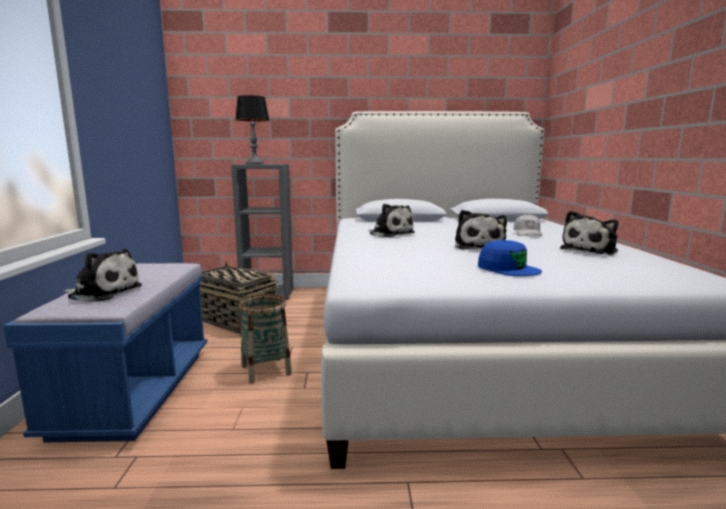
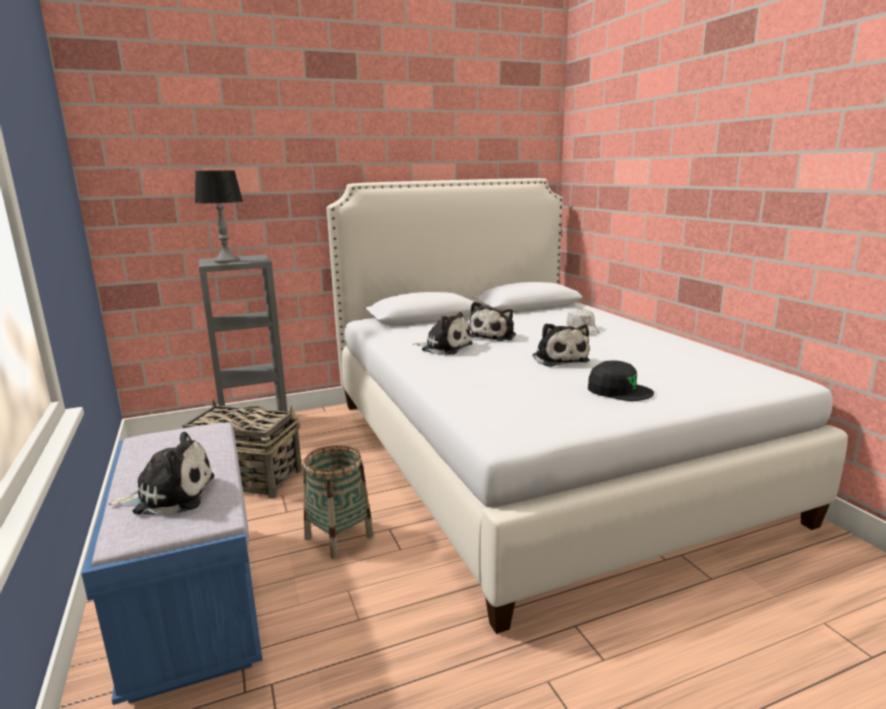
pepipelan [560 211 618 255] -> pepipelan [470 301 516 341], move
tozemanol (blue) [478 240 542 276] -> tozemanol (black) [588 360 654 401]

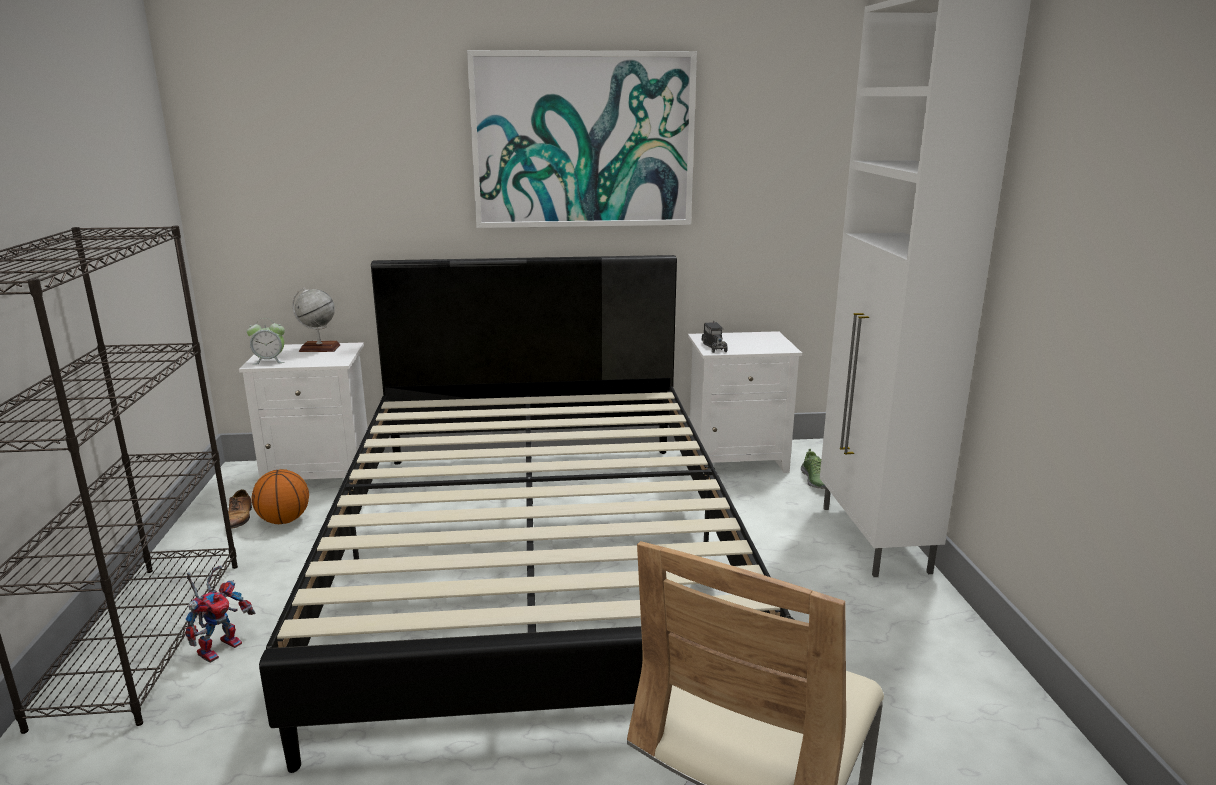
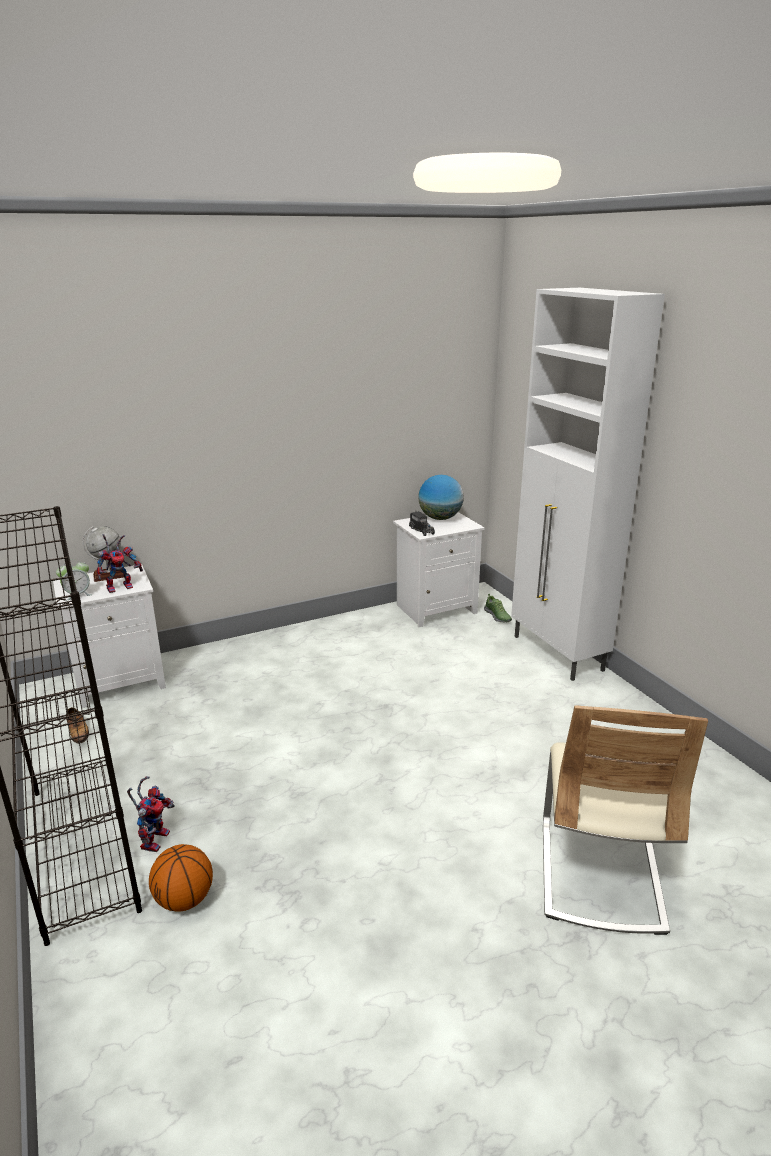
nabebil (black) [259 255 795 773] -> none
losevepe [467 50 697 228] -> none
none -> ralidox [97 534 143 593]
none -> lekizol [418 475 464 520]
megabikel [251 469 309 524] -> megabikel [149 844 213 912], move

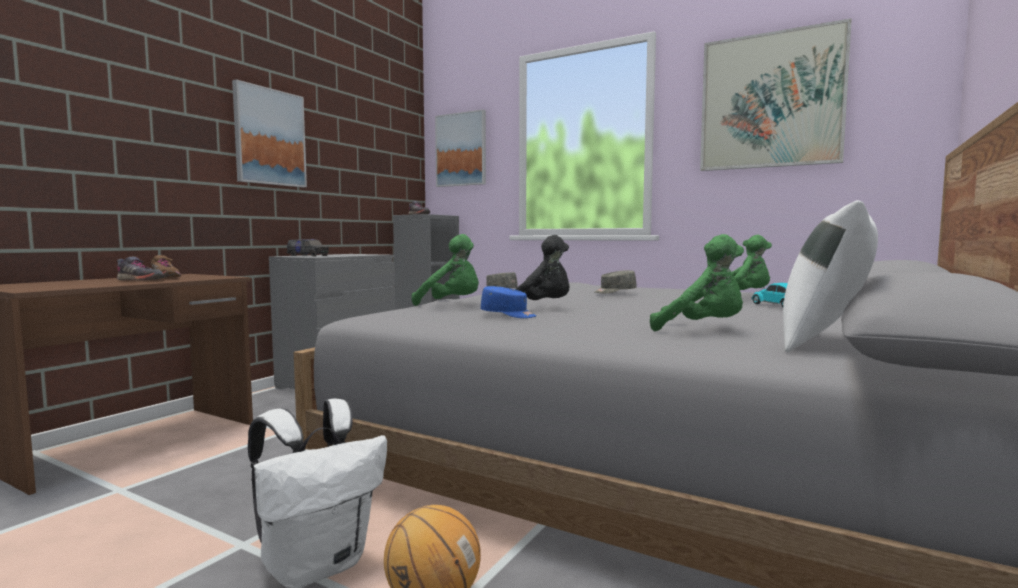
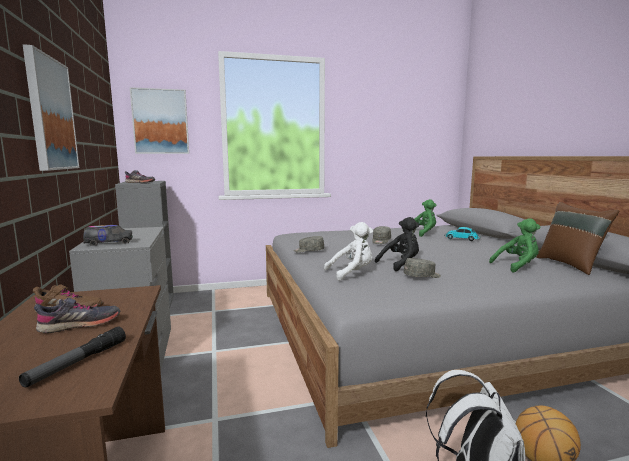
losevepe [700 18 852 171] -> none
none -> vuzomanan [19 327 126 387]
pepipelan (green) [411 234 479 306] -> pepipelan (white) [324 222 373 281]
tozemanol (blue) [481 286 536 318] -> tozemanol (grey) [404 258 441 278]
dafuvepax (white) [783 200 878 353] -> dafuvepax (brown) [536 202 619 275]

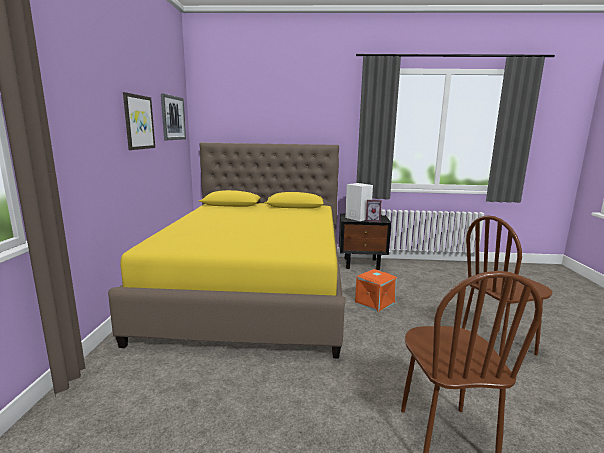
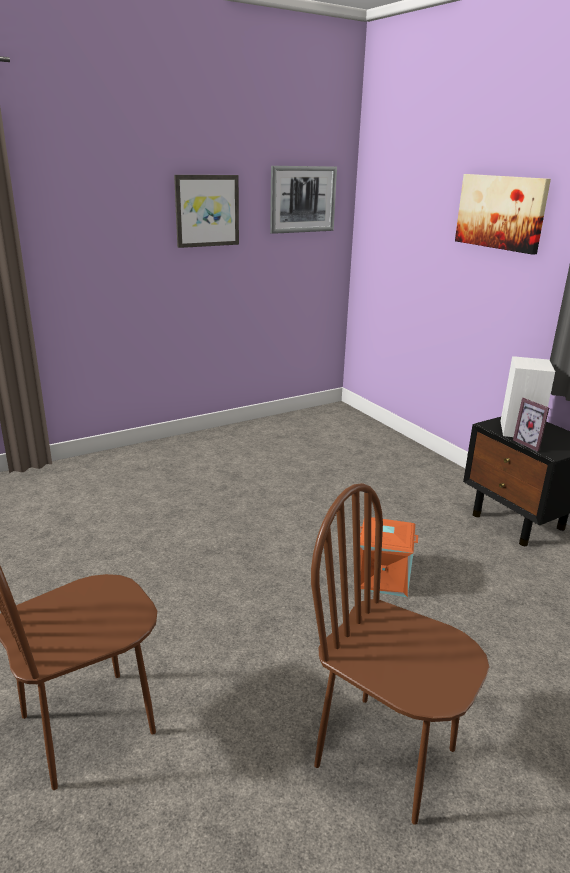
nabebil (yellow) [108 142 346 359] -> none
none -> losevepe [455 174 551 255]

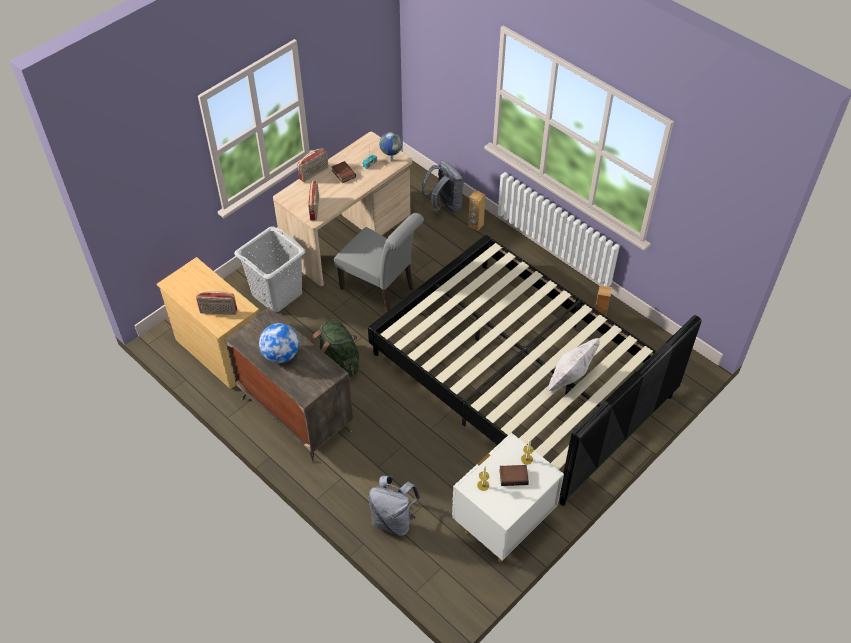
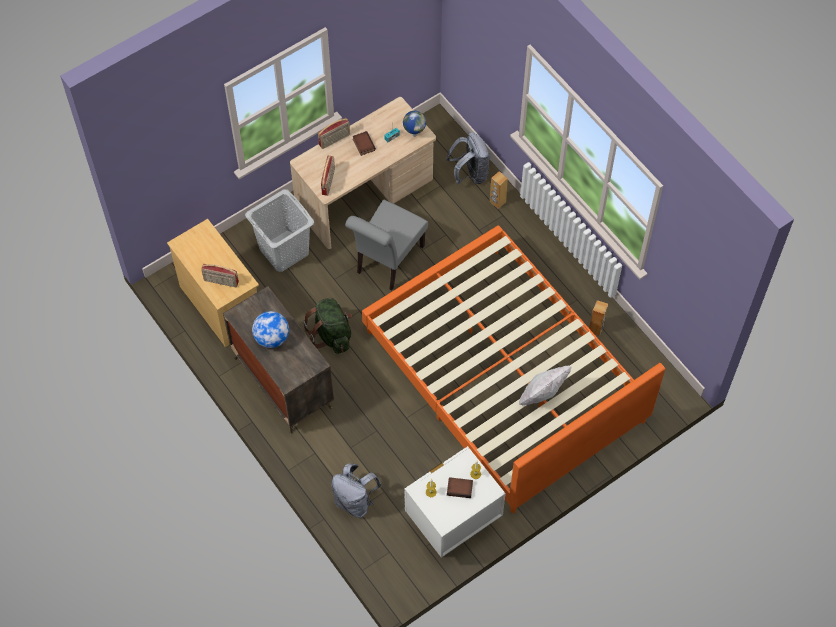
nabebil (black) [368 235 702 506] -> nabebil (orange) [362 225 665 513]
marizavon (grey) [334 213 424 312] -> marizavon (grey) [345 200 428 290], 75 degrees clockwise

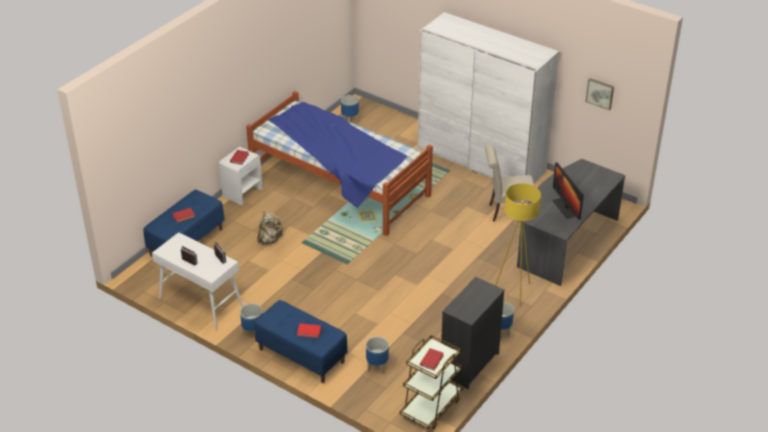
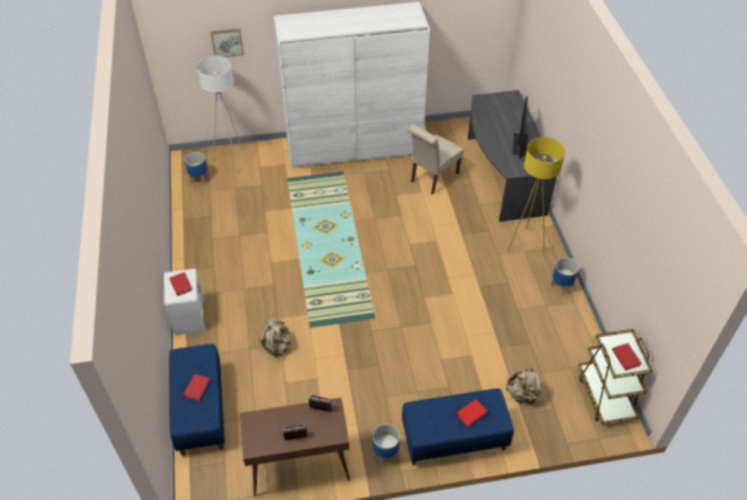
nabebil [246 91 433 236] -> none
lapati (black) [441 277 505 389] -> none
none -> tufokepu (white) [197 56 243 172]
losevepe [586 78 614 110] -> losevepe [211 29 244 57], move
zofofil [366 337 389 374] -> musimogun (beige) [506 367 543 405]
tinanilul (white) [152 232 243 330] -> tinanilul (brown) [240 397 350 496]
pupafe [552 162 584 220] -> pupafe [512 96 528 159], 105 degrees counterclockwise

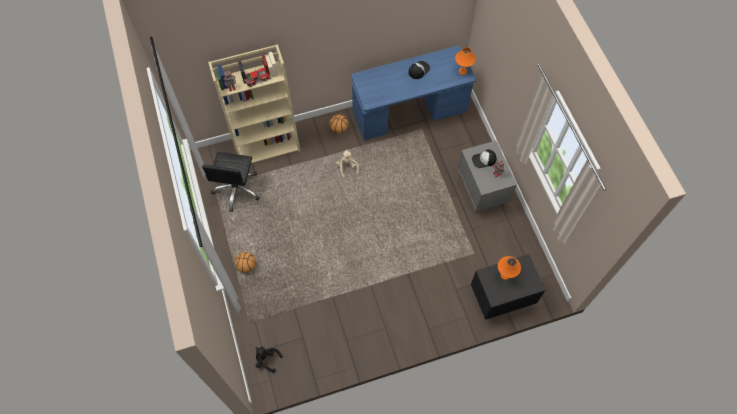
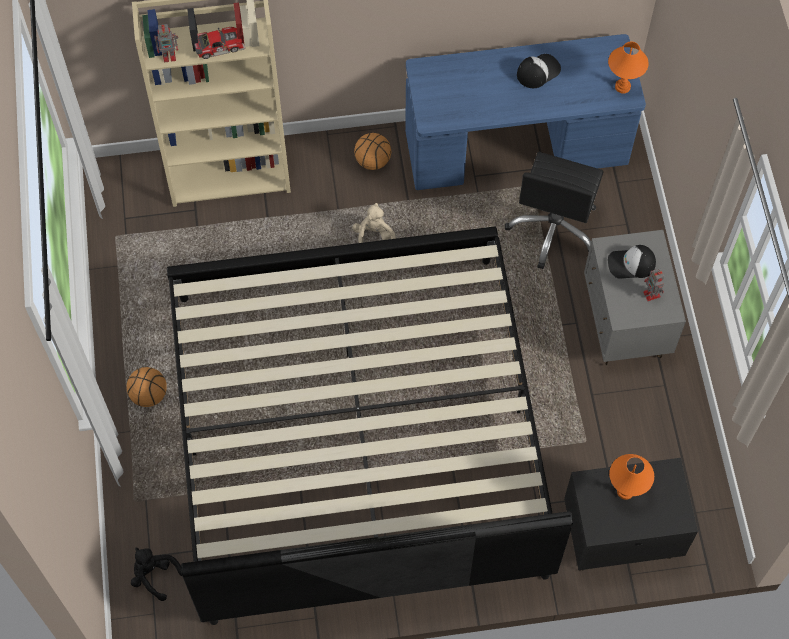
none -> nabebil [167 226 573 625]
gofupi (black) [202 152 260 212] -> gofupi (black) [505 152 604 269], move

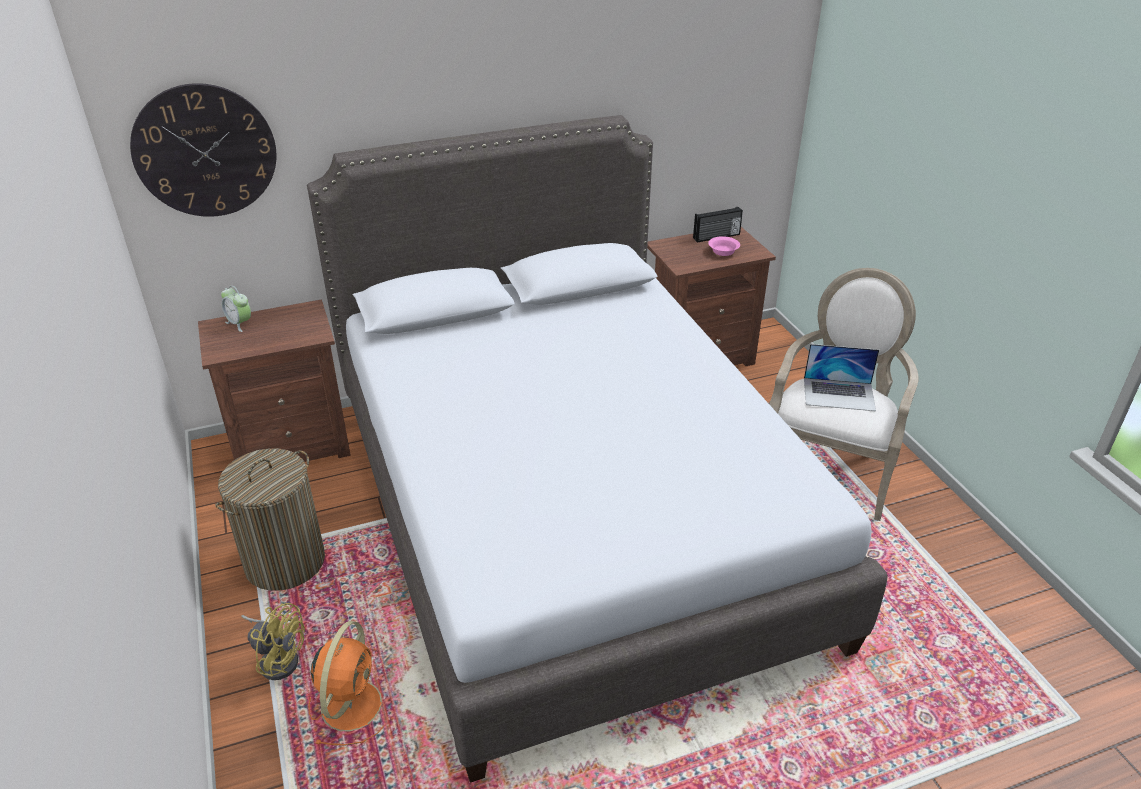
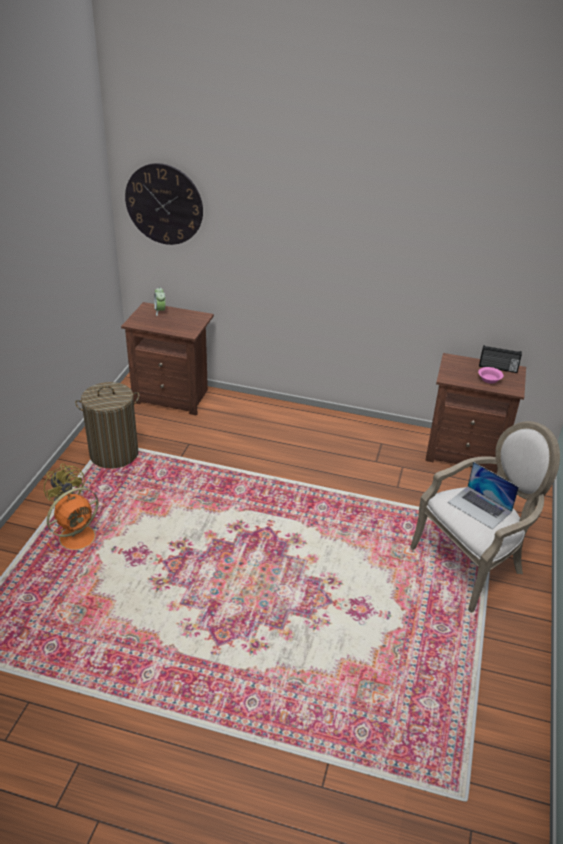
nabebil (grey) [307 115 888 783] -> none

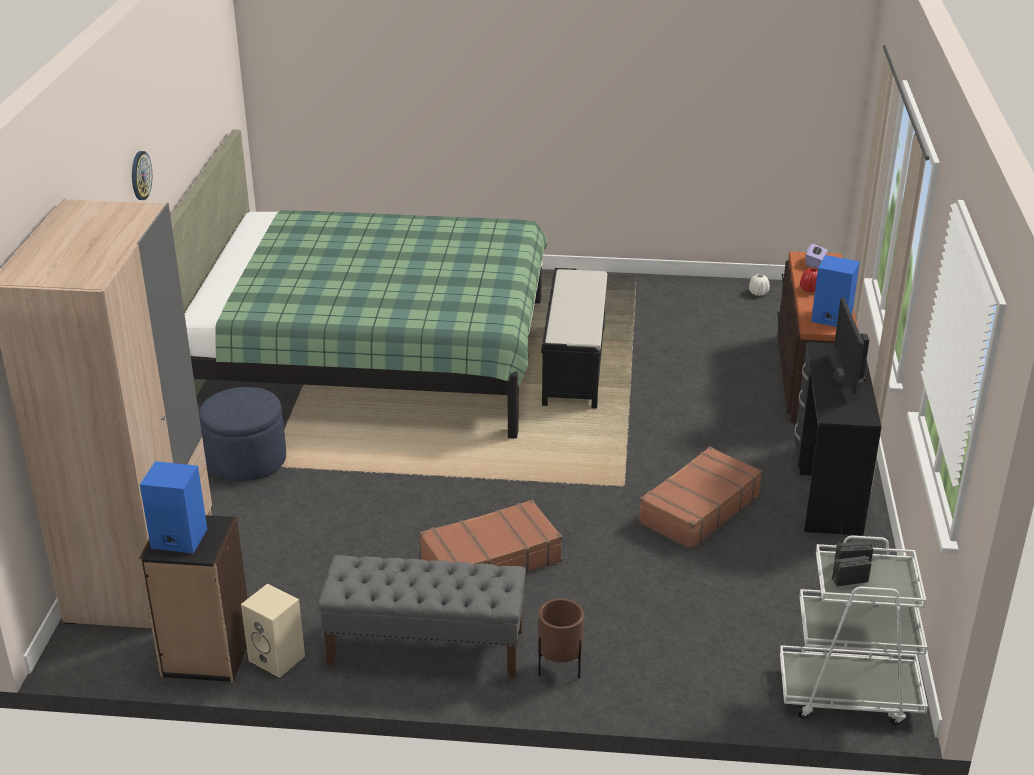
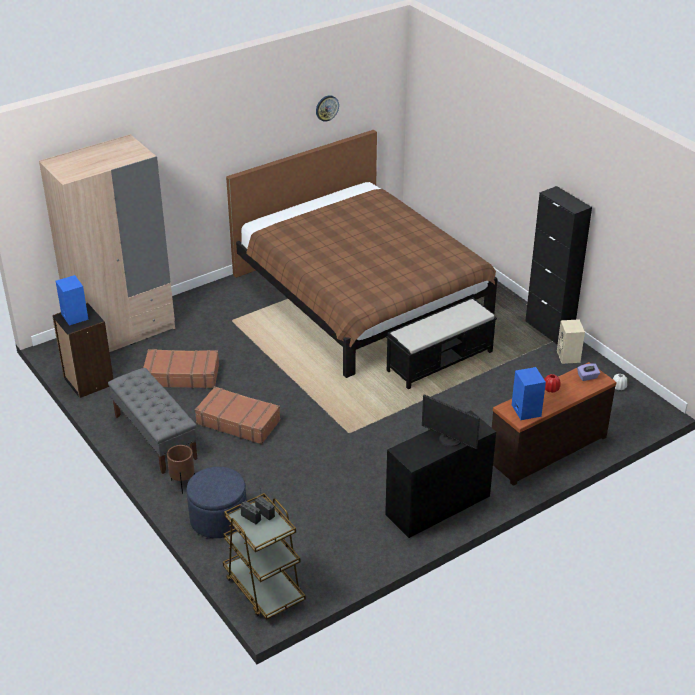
none -> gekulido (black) [525 186 592 345]
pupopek [132 151 152 200] -> pupopek [316 95 339 122], move
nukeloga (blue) [199 387 286 481] -> nukeloga (blue) [186 467 247 538], move
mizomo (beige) [241 584 305 678] -> mizomo (beige) [557 319 585 364], move
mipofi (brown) [639 447 762 550] -> mipofi (brown) [143 349 219 388], move
nabebil (green) [170 129 548 439] -> nabebil (brown) [226 130 498 378]
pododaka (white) [780 536 928 725] -> pododaka (brown) [223 493 306 620]
pupafe [832 297 869 394] -> pupafe [422 395 480 449], 105 degrees counterclockwise

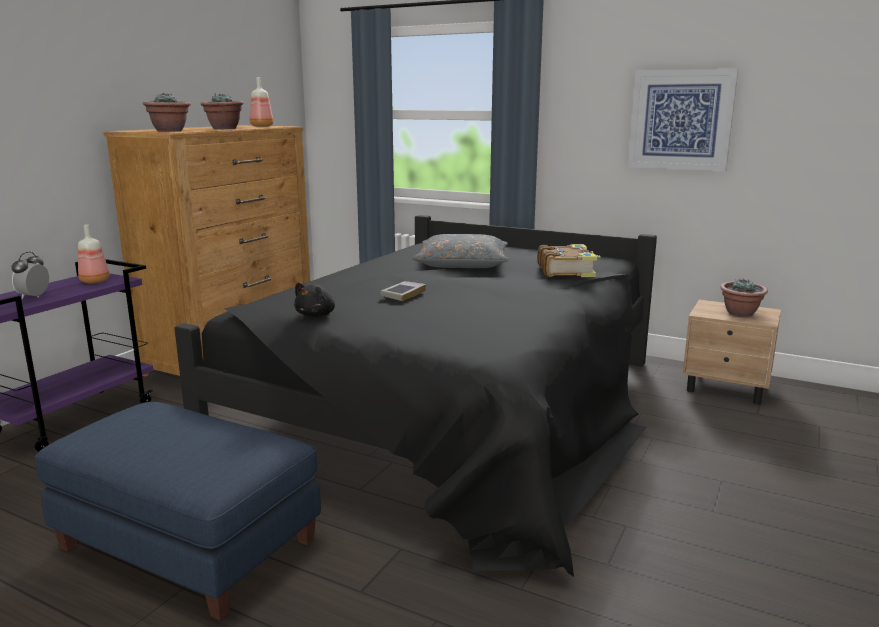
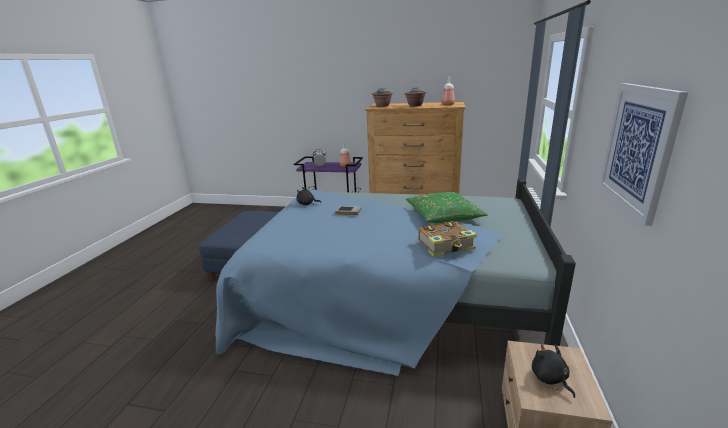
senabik [720 278 768 317] -> pepipelan (black) [532 344 575 398]
nabebil (black) [175 215 657 577] -> nabebil (blue) [215 178 576 376]
dafuvepax (grey) [412 234 509 268] -> dafuvepax (green) [406 192 488 223]

